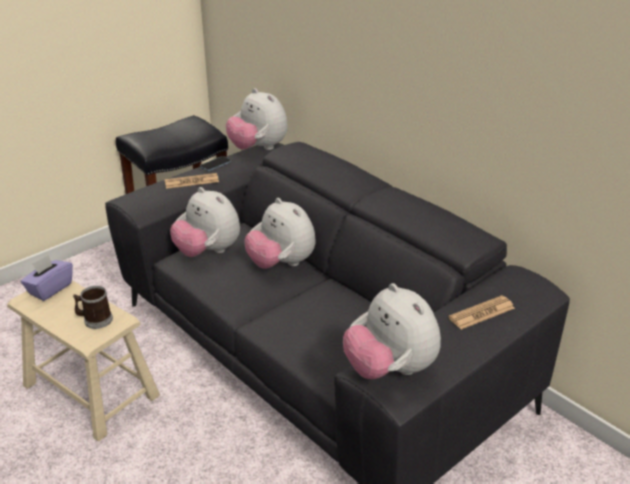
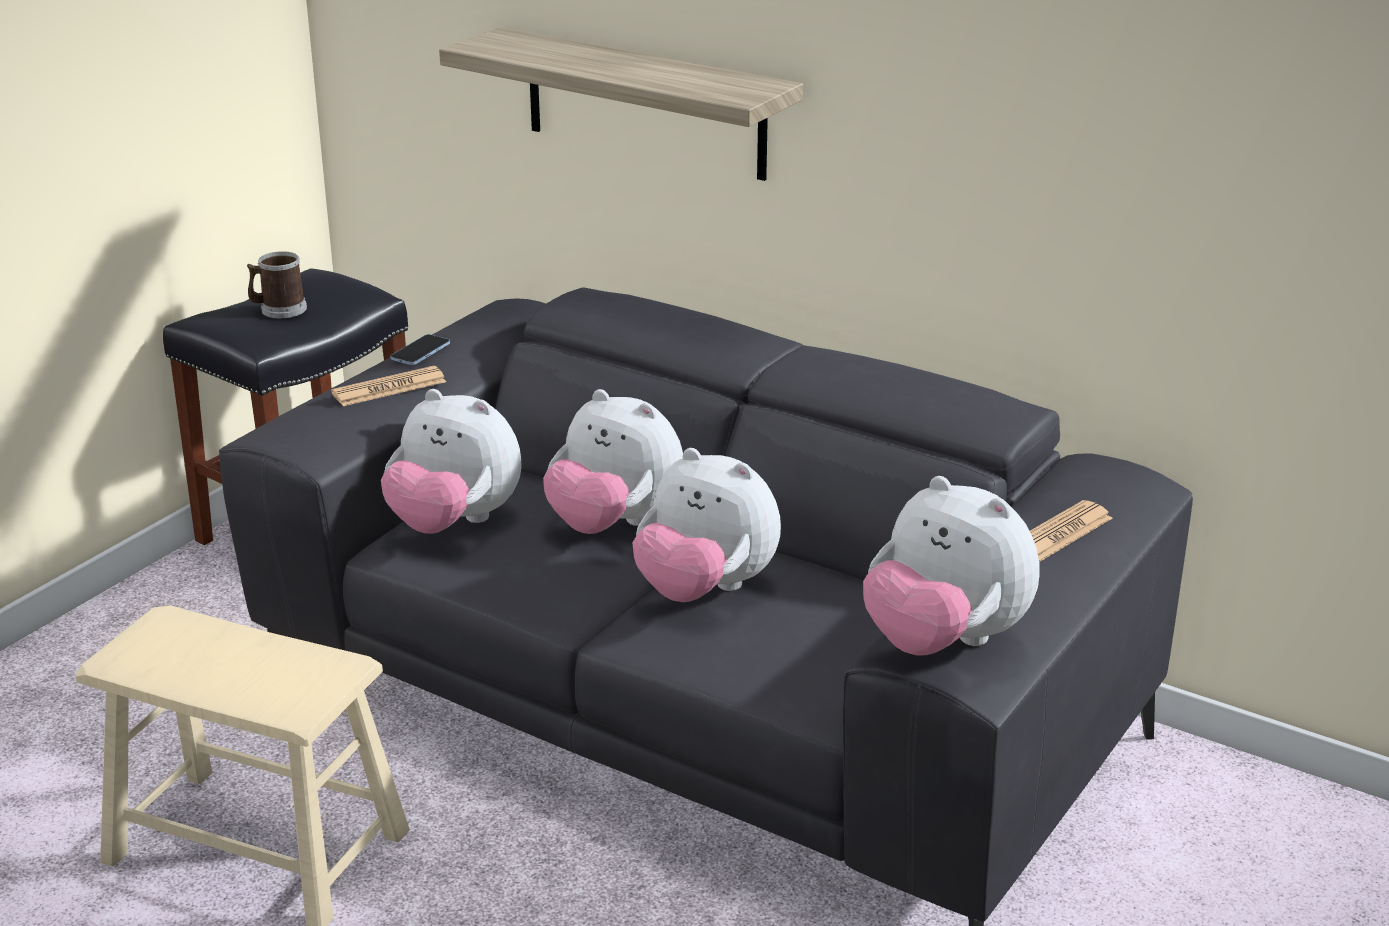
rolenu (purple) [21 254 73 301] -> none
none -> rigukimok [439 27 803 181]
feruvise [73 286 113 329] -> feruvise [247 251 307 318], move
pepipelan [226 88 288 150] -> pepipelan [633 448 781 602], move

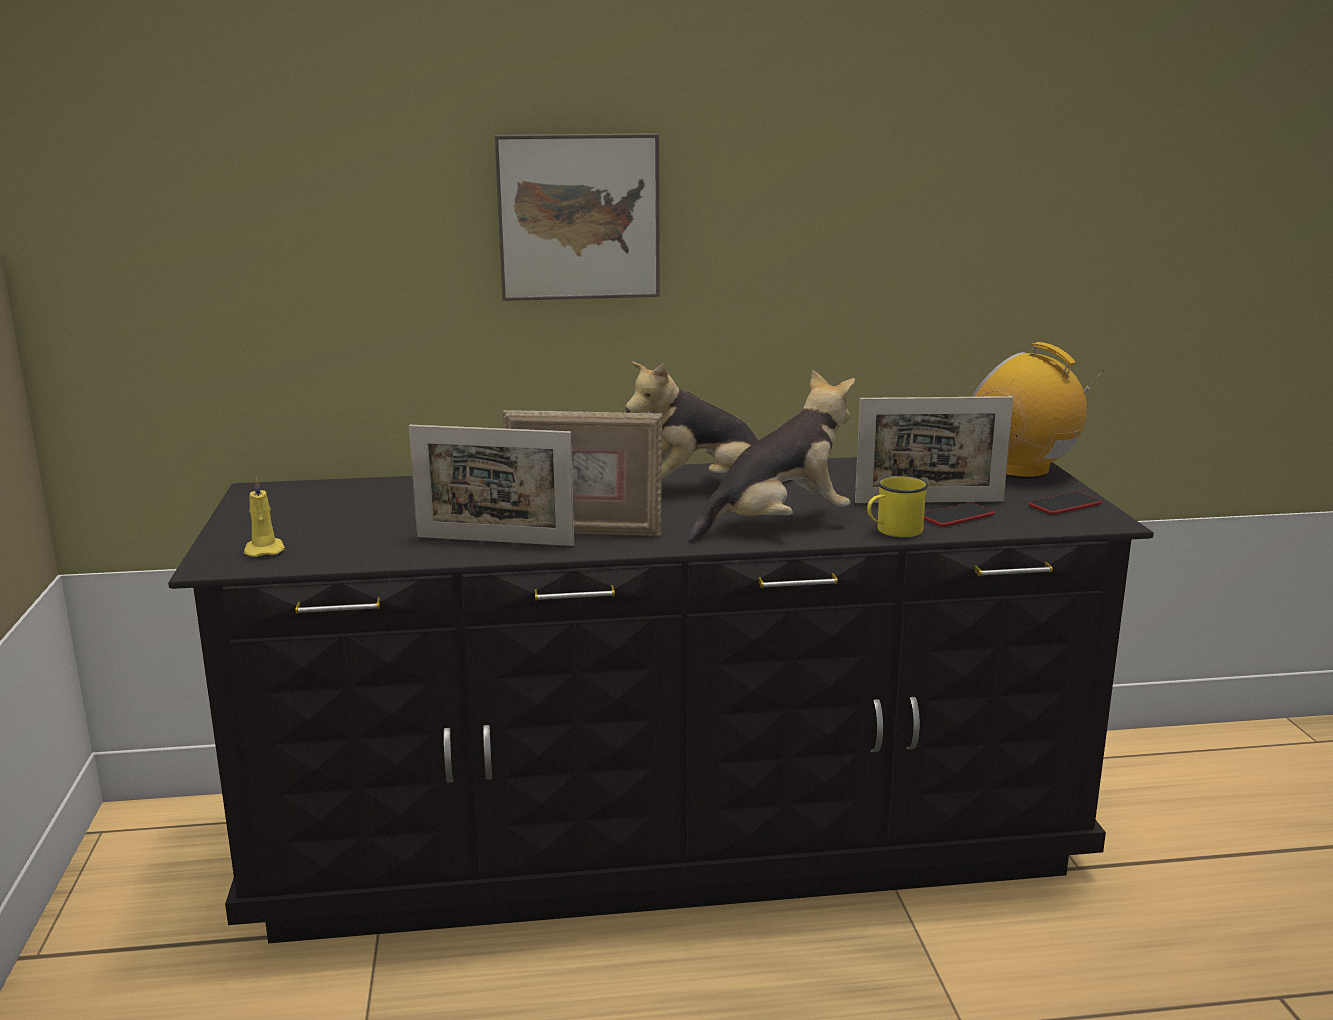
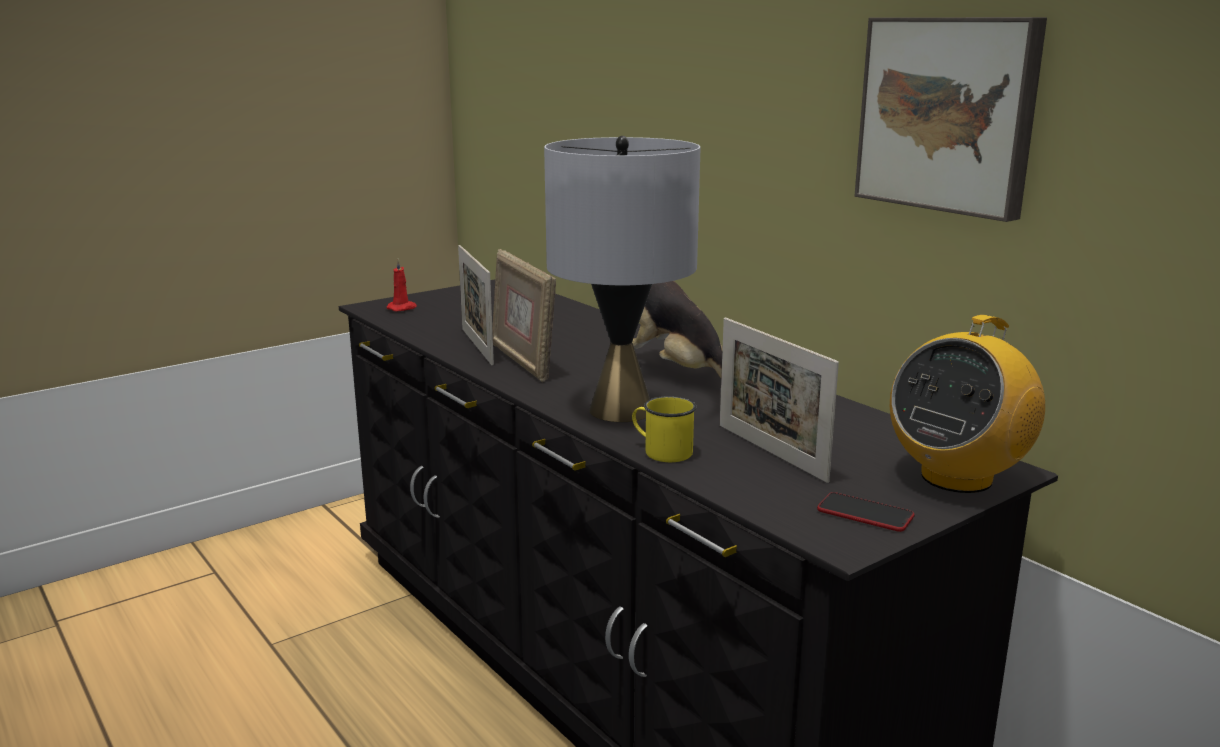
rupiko [924 502 994 527] -> none
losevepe [495 133 660 301] -> losevepe [855 17 1047 222], move
pepipelan [688 370 855 542] -> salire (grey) [544 136 701 422]
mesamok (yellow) [244 478 285 557] -> mesamok (red) [387 258 417 312]
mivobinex [972 342 1104 479] -> mivobinex [890 315 1045 493], 150 degrees counterclockwise

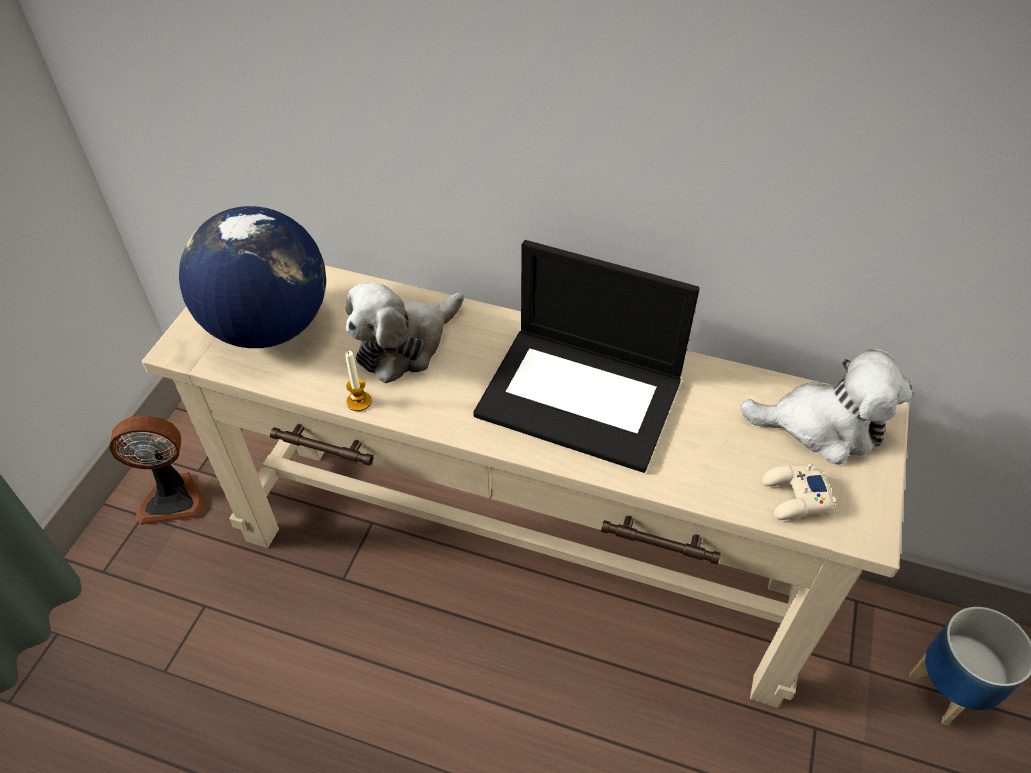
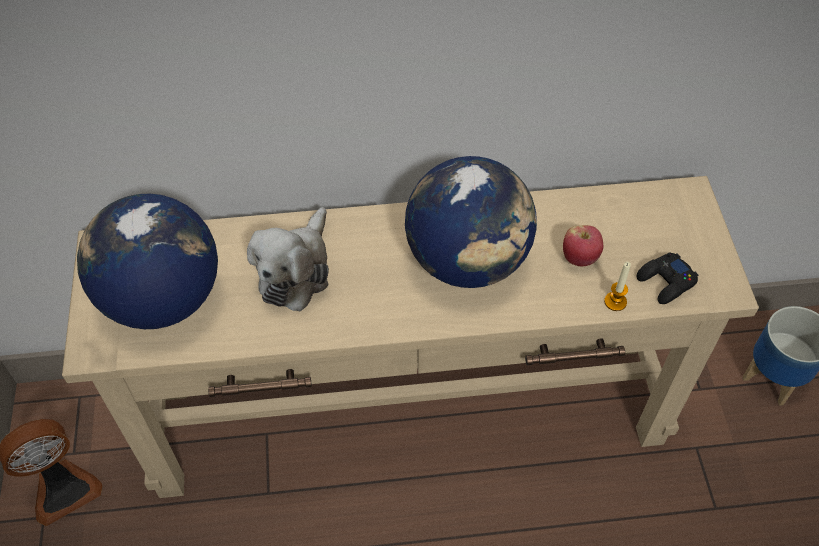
pepipelan [740 347 912 465] -> none
none -> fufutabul [563 225 603 266]
mesamok [345 351 372 411] -> mesamok [604 262 631 311], move
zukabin [473 240 700 473] -> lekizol [405 156 537 288]
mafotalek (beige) [762 463 836 520] -> mafotalek (black) [637 252 699 304]

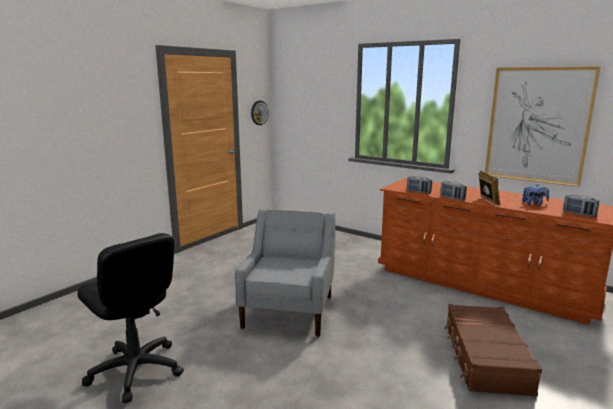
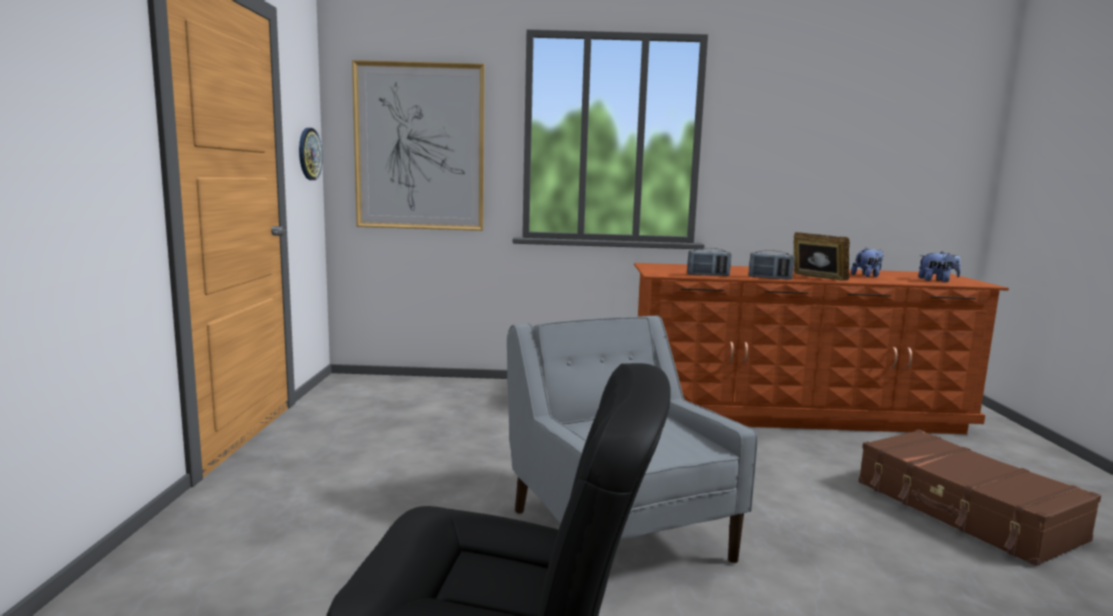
losevepe [485 66 601 187] -> losevepe [352 60 485 231], move
mivobinex [563 195 599 217] -> pepipelan [918 252 961 282]

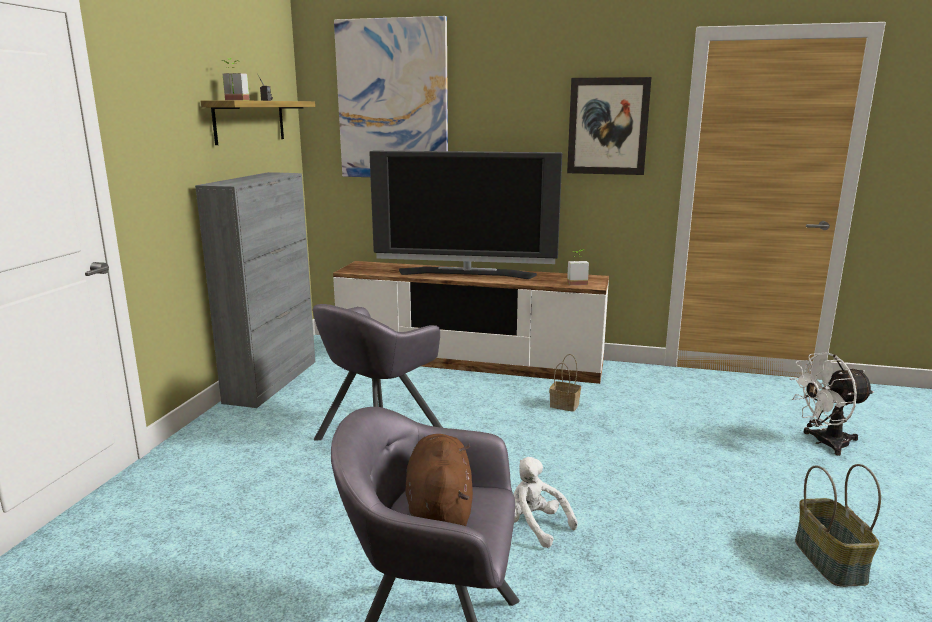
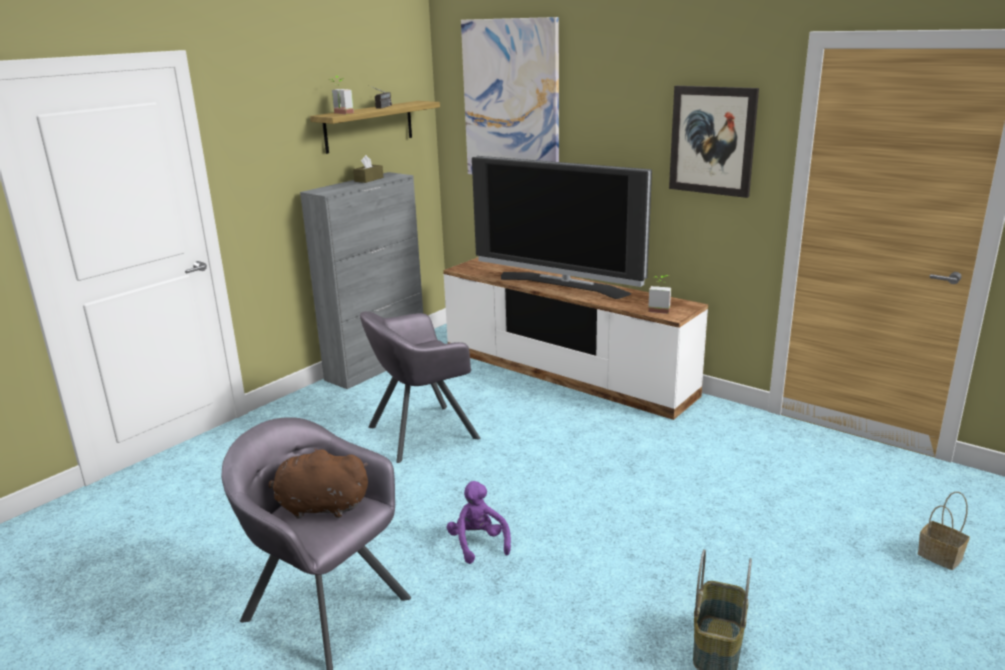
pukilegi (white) [790 352 874 456] -> none
none -> rolenu (brown) [353 155 384 183]
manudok [549 354 581 412] -> manudok [918 492 970 570], move
pepipelan (white) [514 457 578 548] -> pepipelan (purple) [447 481 511 564]
pepipelan (brown) [406 434 473 526] -> pepipelan (brown) [269 448 368 519], 105 degrees counterclockwise

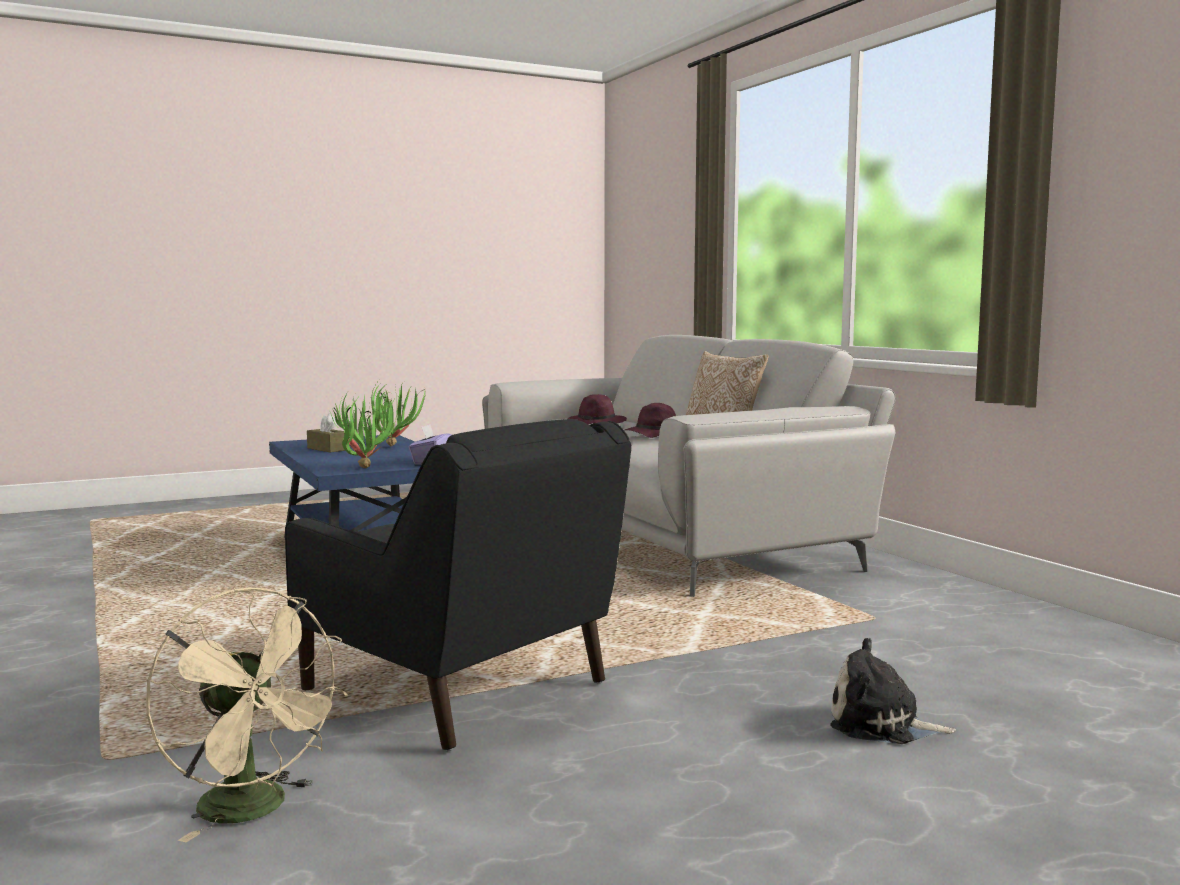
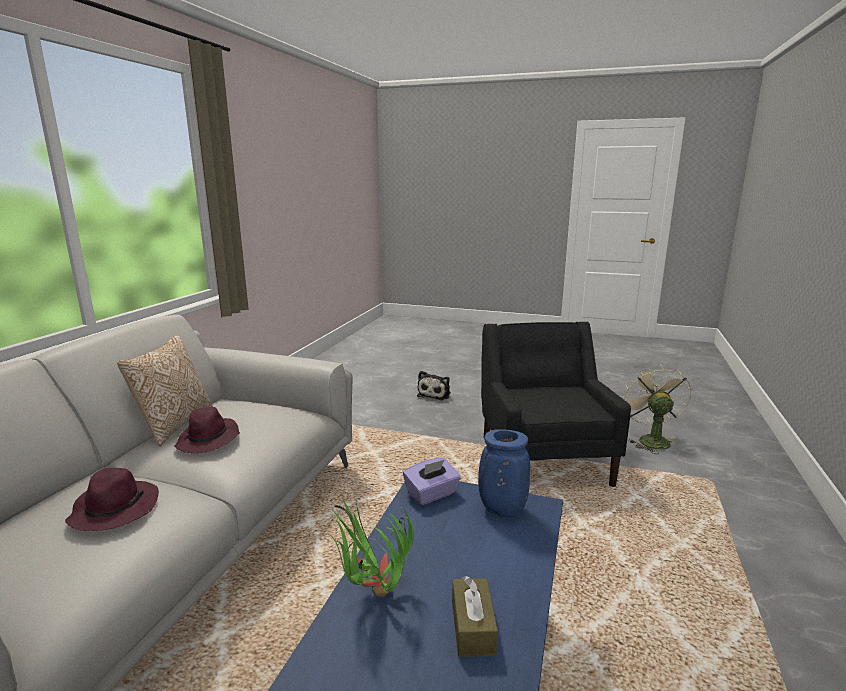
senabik [327 393 398 468] -> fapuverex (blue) [478 429 530 517]
pepipelan [830 638 956 744] -> pepipelan [417 371 451 400], 45 degrees clockwise

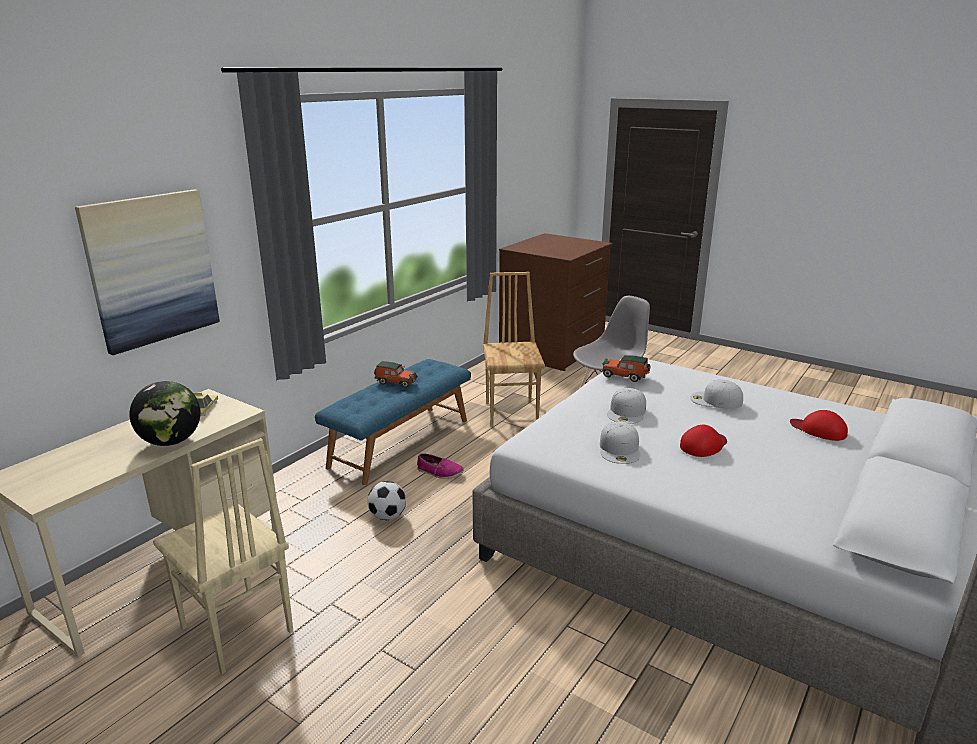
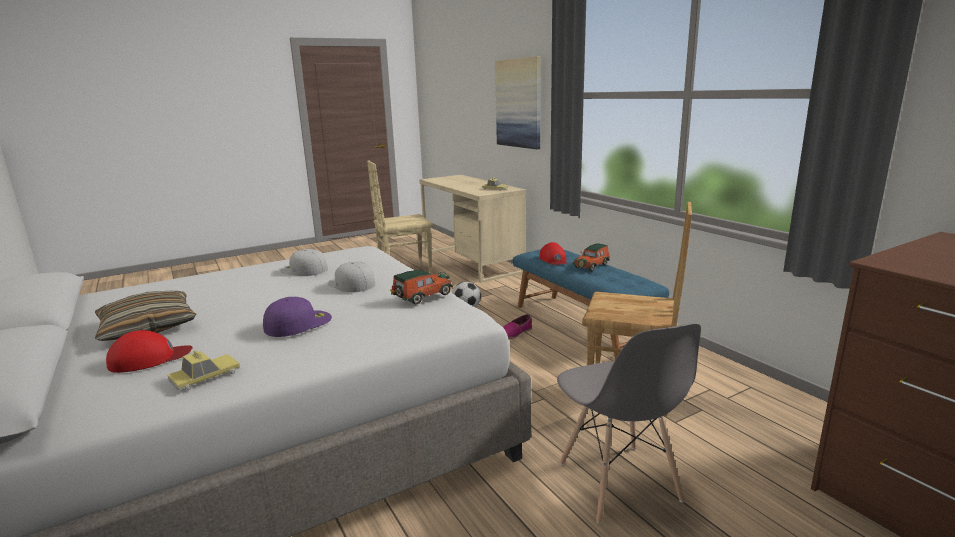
lekizol [129 381 201 446] -> none
none -> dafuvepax [95 291 196 341]
none -> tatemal [167 350 240 391]
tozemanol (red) [680 425 727 457] -> tozemanol (red) [540 242 567 265], move
tozemanol (white) [690 379 743 409] -> tozemanol (purple) [263 297 332 337]

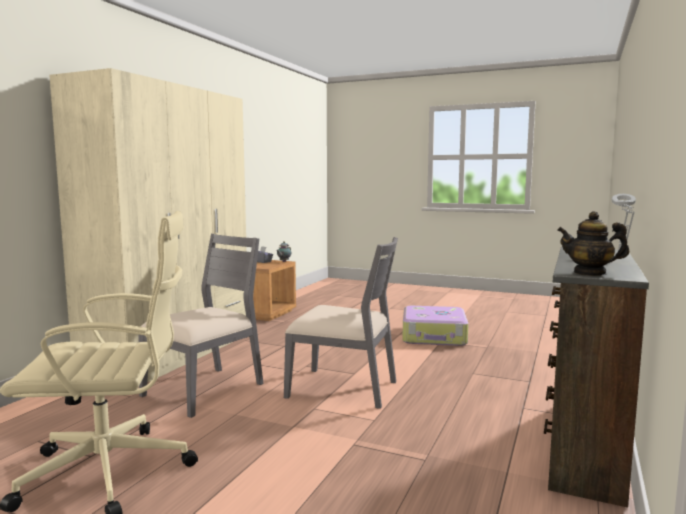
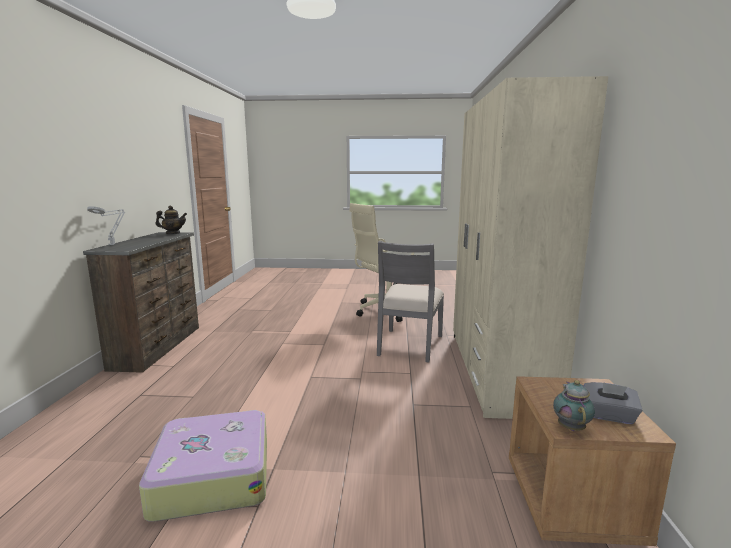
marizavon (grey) [284 237 398 409] -> none

